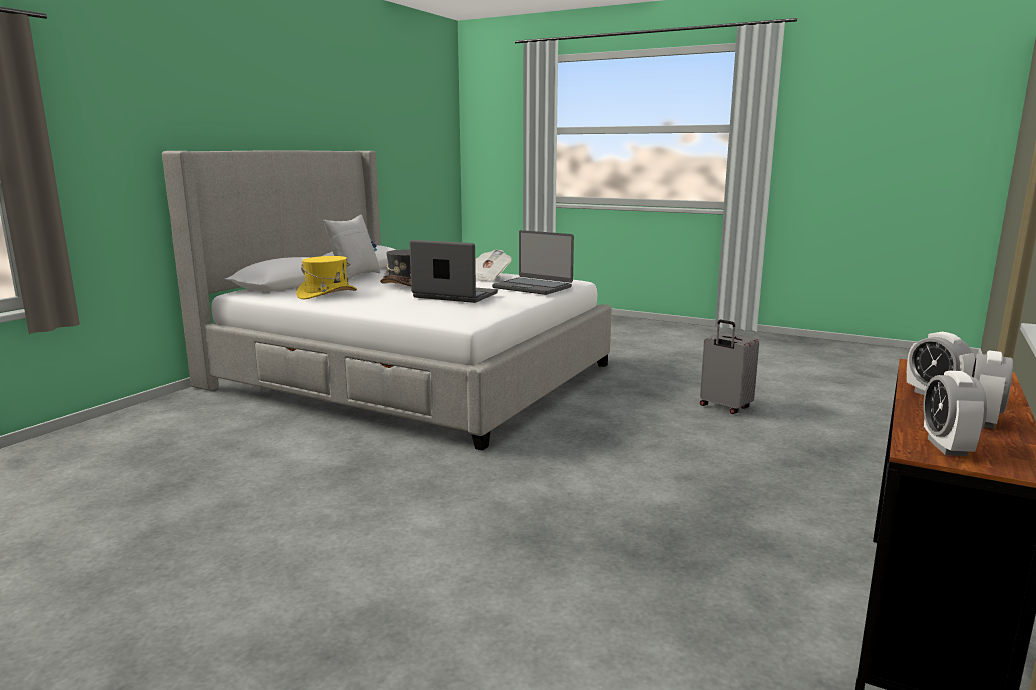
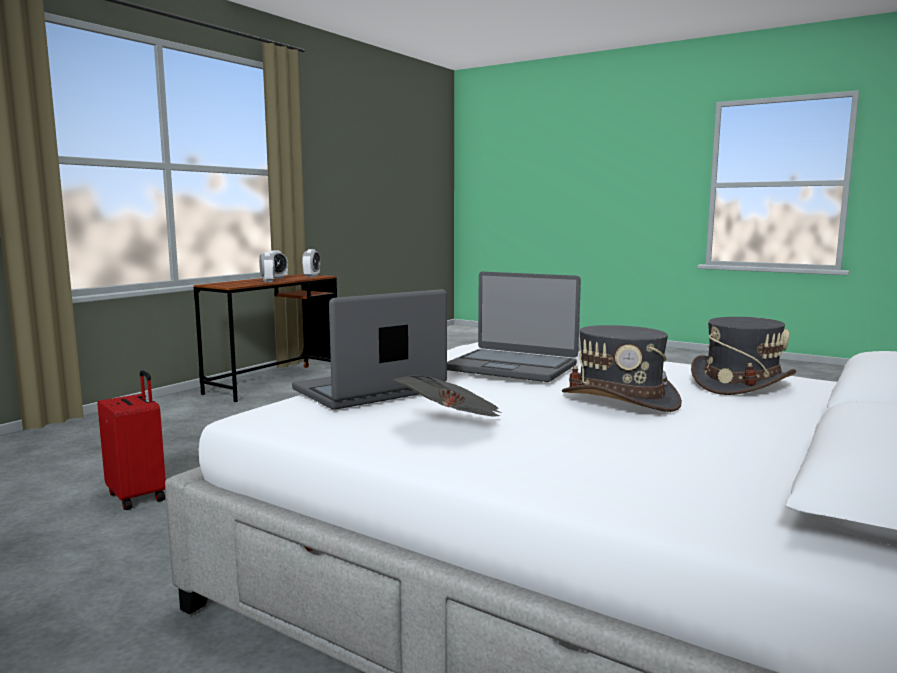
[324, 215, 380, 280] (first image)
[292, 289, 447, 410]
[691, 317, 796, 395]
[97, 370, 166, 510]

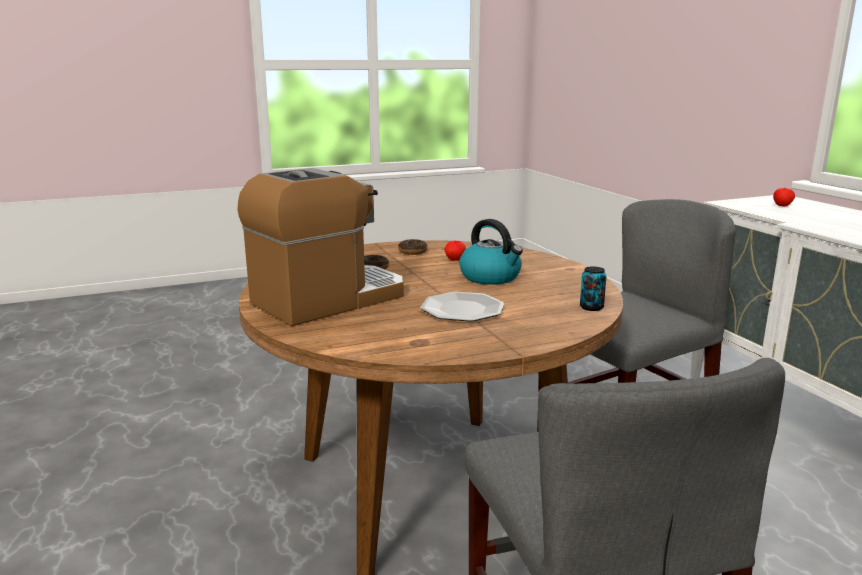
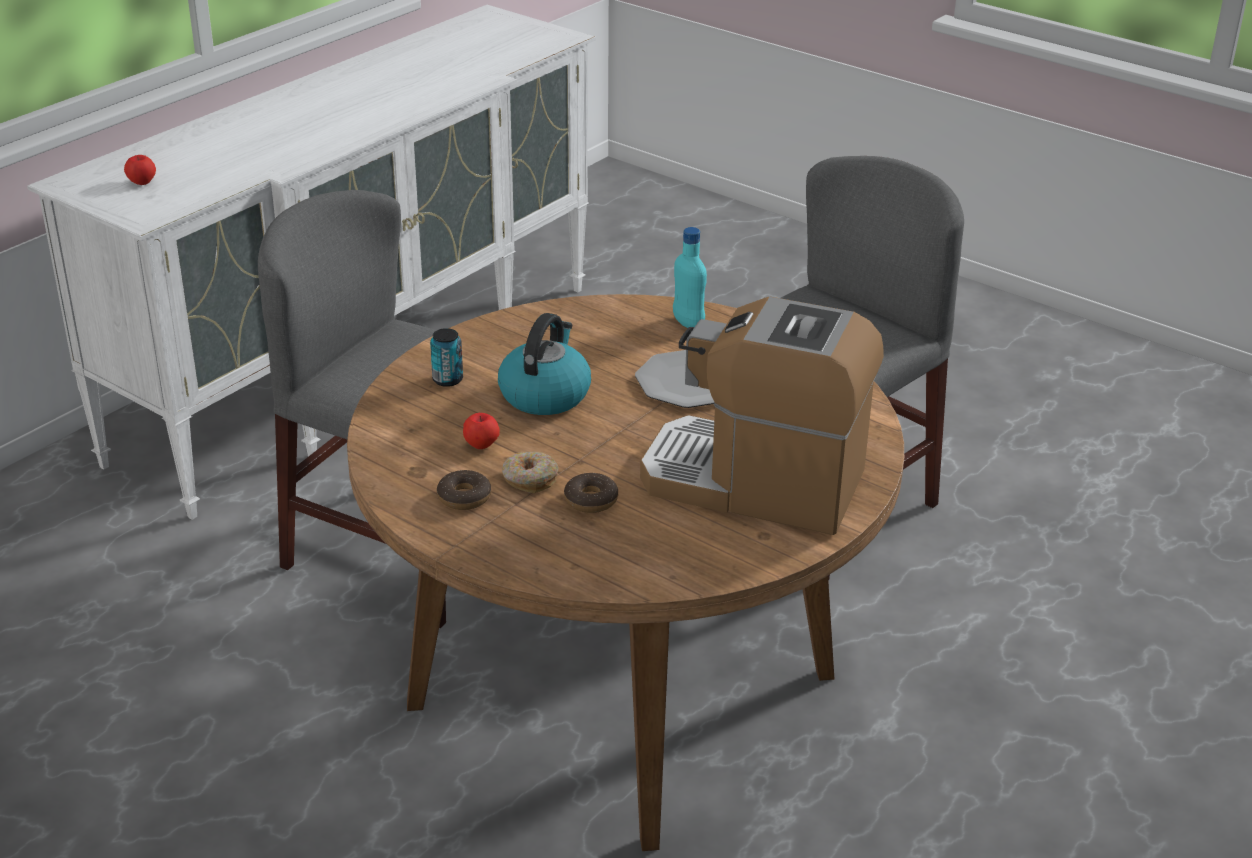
[430, 328, 463, 387]
[673, 227, 707, 328]
[502, 452, 559, 493]

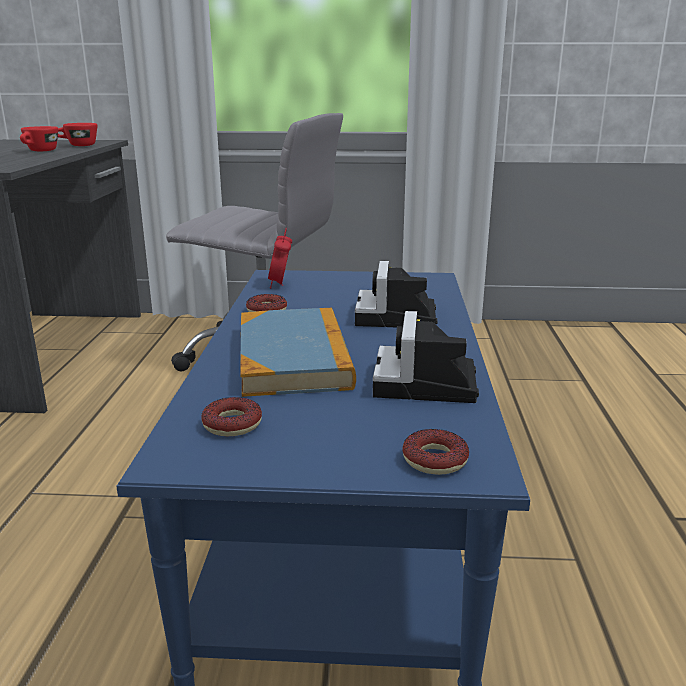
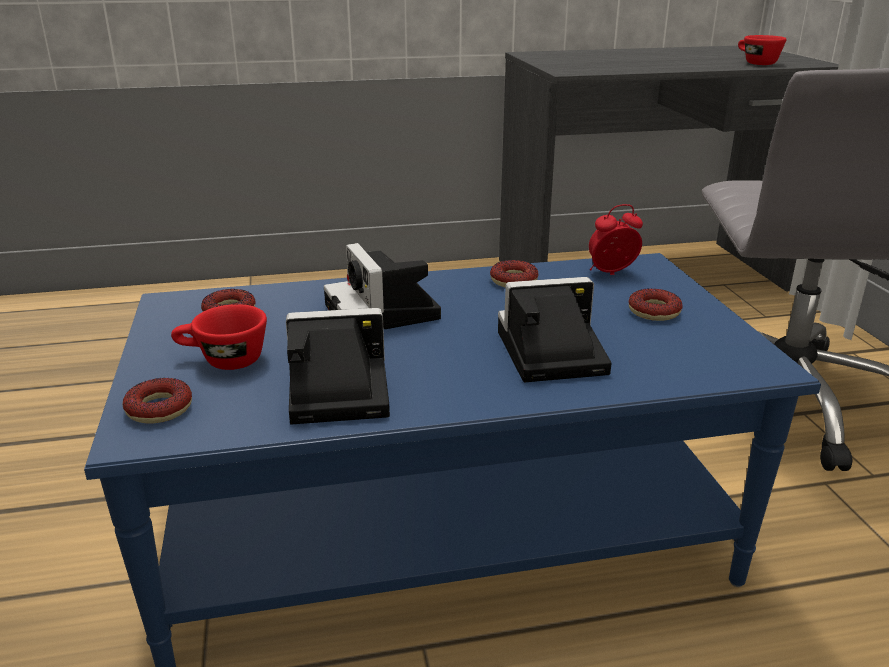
[171, 304, 267, 370]
[324, 243, 441, 329]
[629, 288, 683, 321]

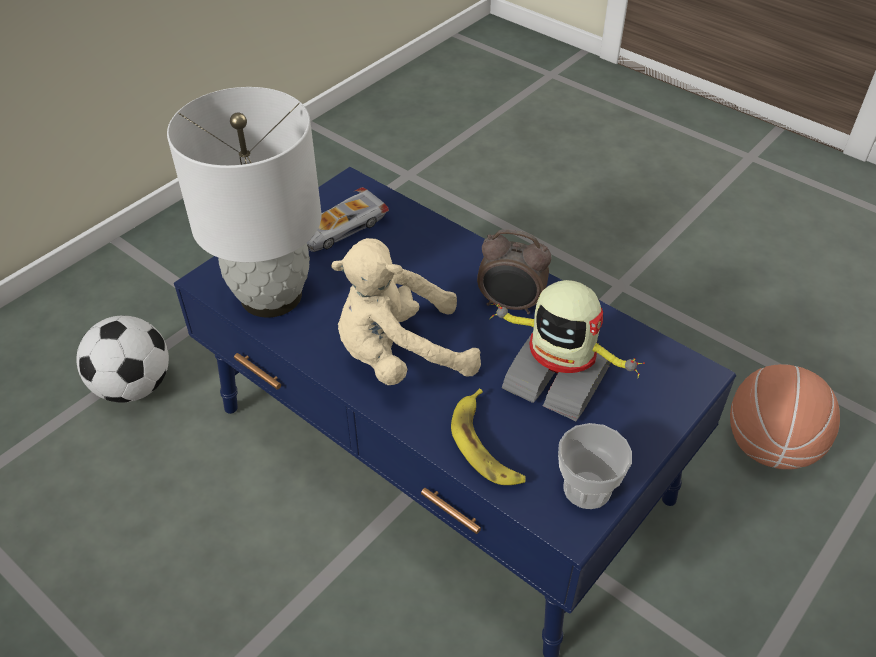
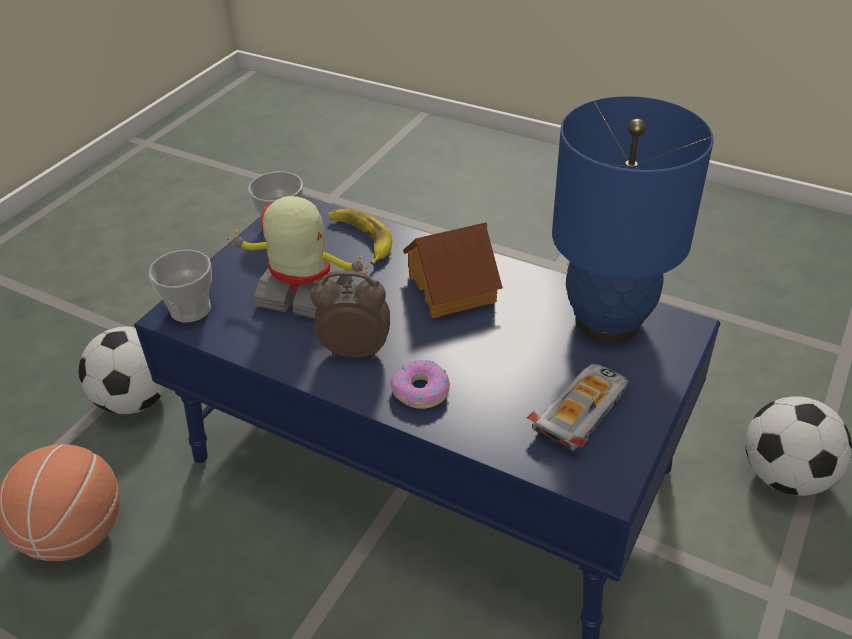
[552, 96, 714, 343]
[403, 222, 503, 318]
[148, 250, 212, 322]
[79, 326, 167, 414]
[390, 360, 450, 409]

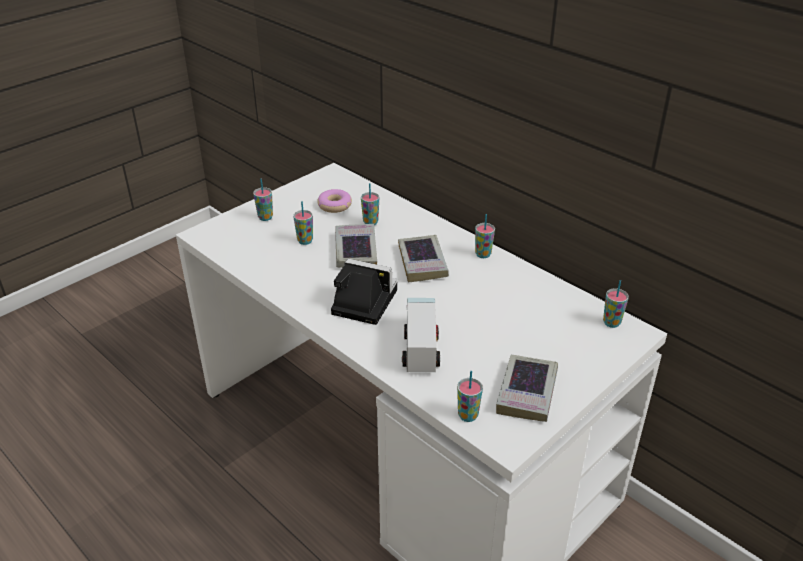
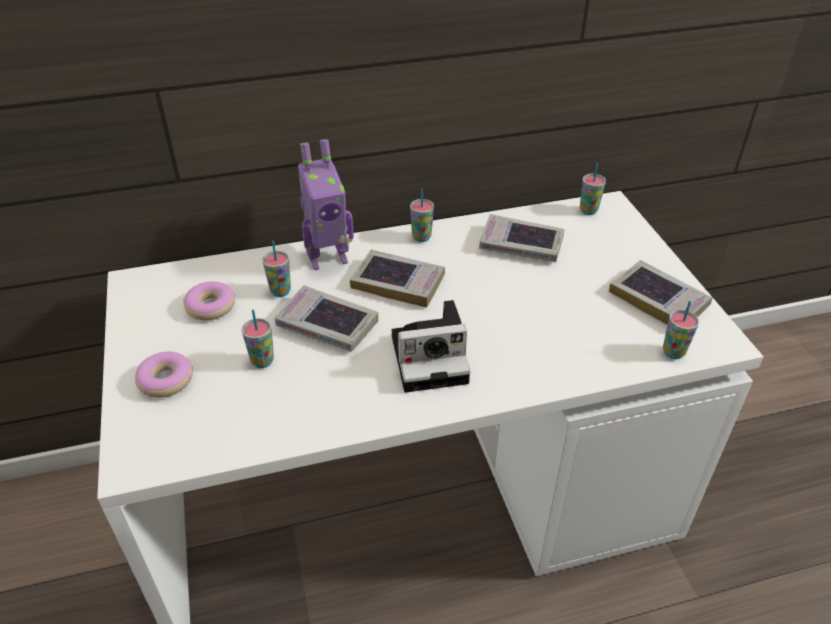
[135, 352, 193, 398]
[392, 300, 470, 393]
[402, 298, 441, 372] (first image)
[298, 139, 354, 270]
[479, 214, 565, 262]

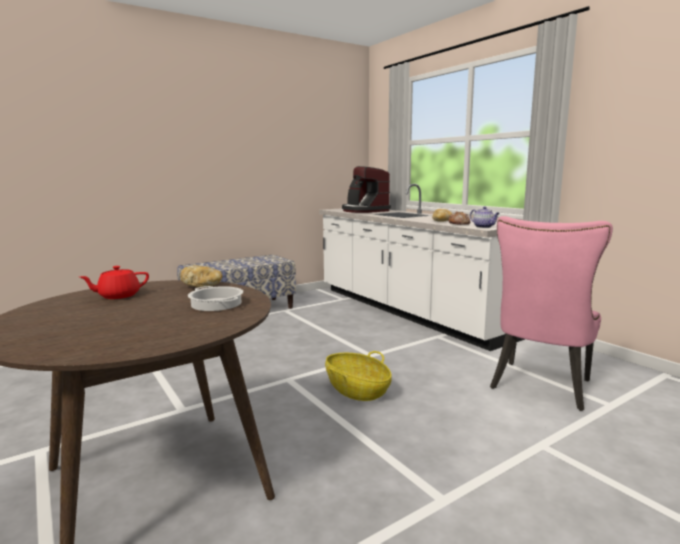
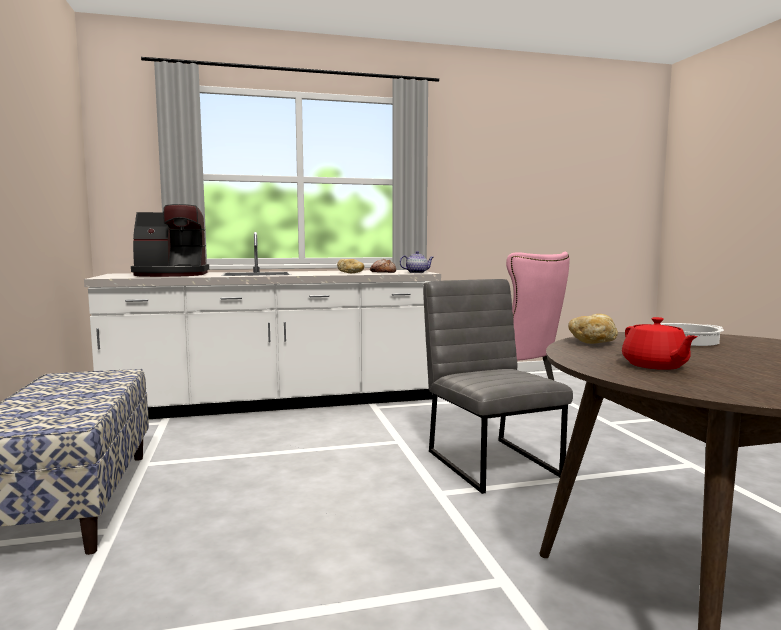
[423, 279, 573, 494]

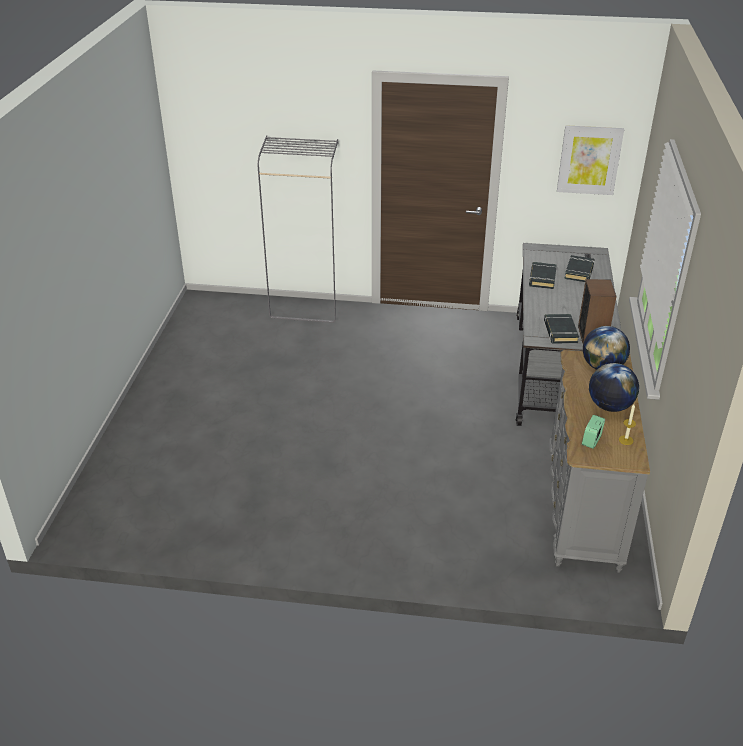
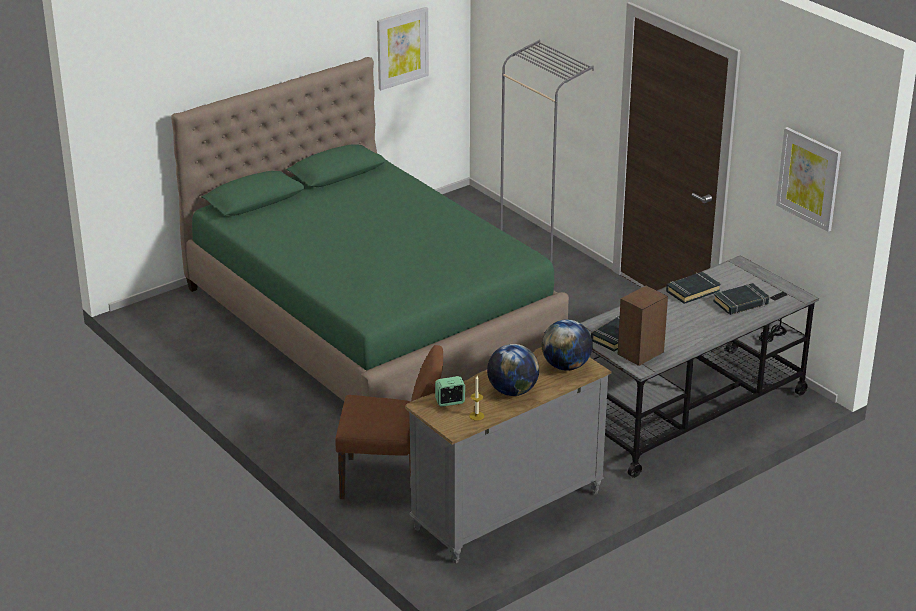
[377, 7, 429, 90]
[171, 57, 569, 402]
[335, 345, 443, 499]

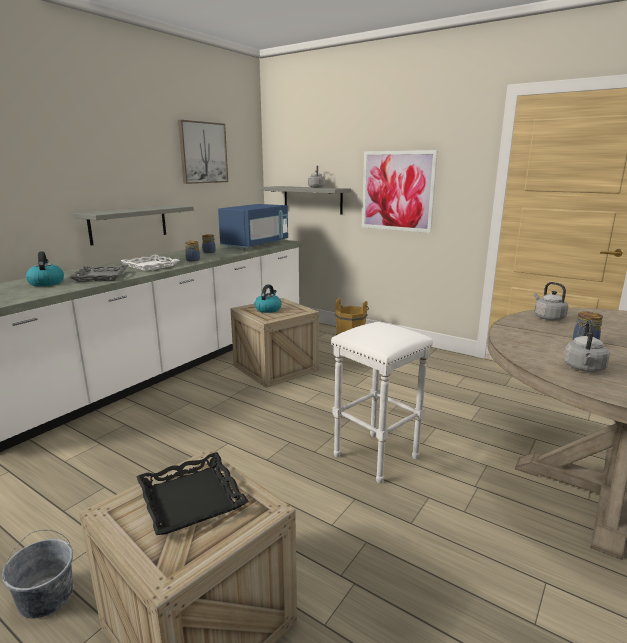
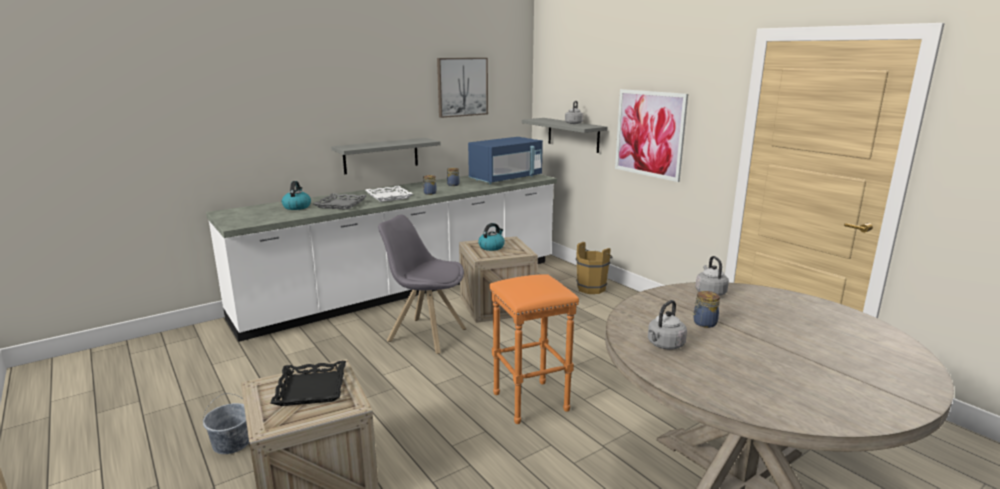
[489, 274, 579, 424]
[378, 214, 466, 354]

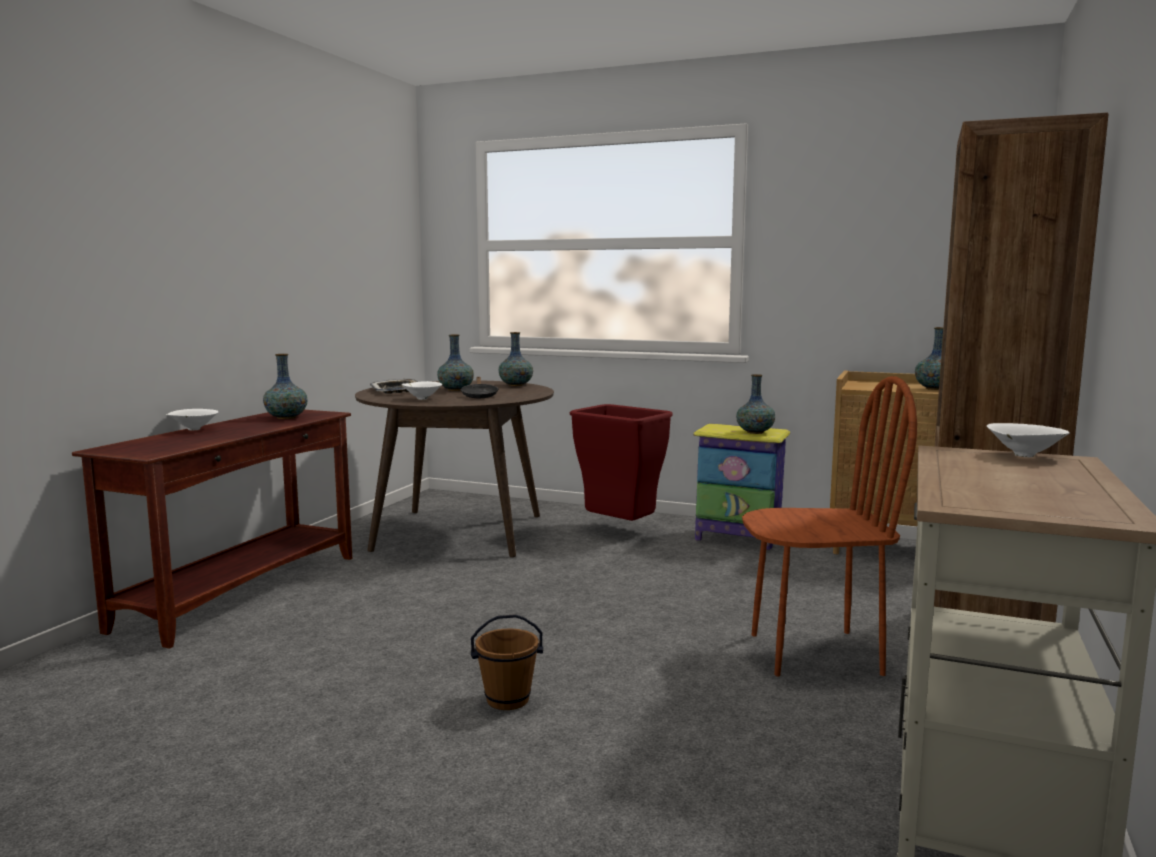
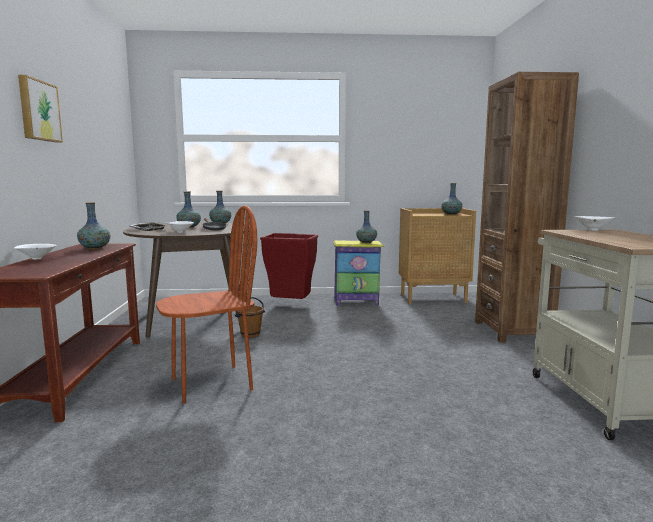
[156, 205, 257, 404]
[235, 297, 265, 338]
[18, 75, 63, 143]

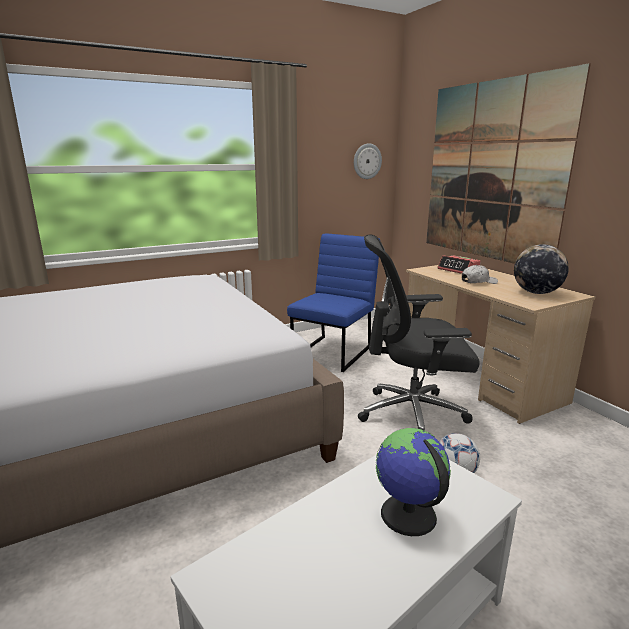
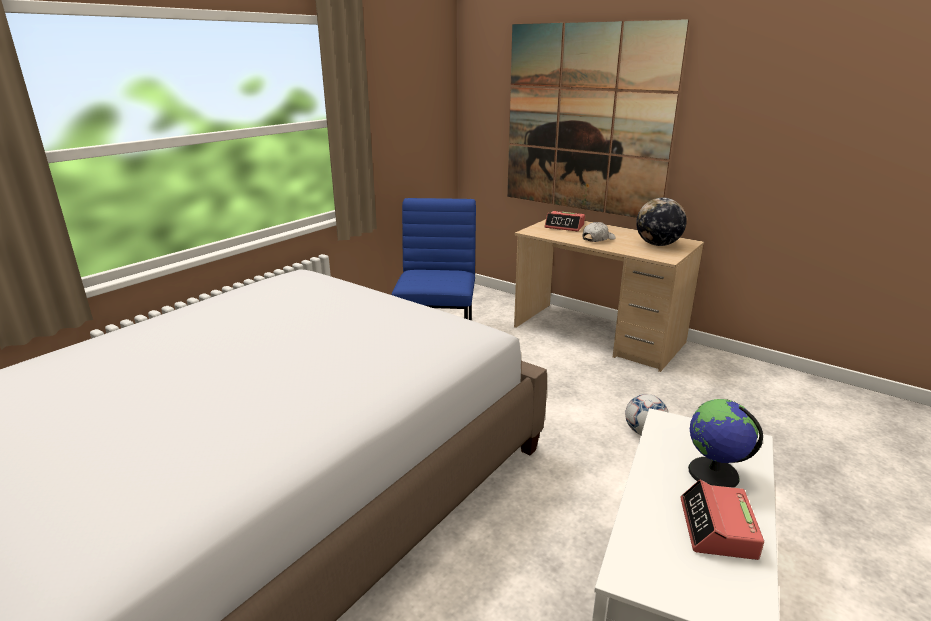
[354, 143, 382, 179] (first image)
[358, 235, 480, 430] (first image)
[680, 480, 764, 560]

